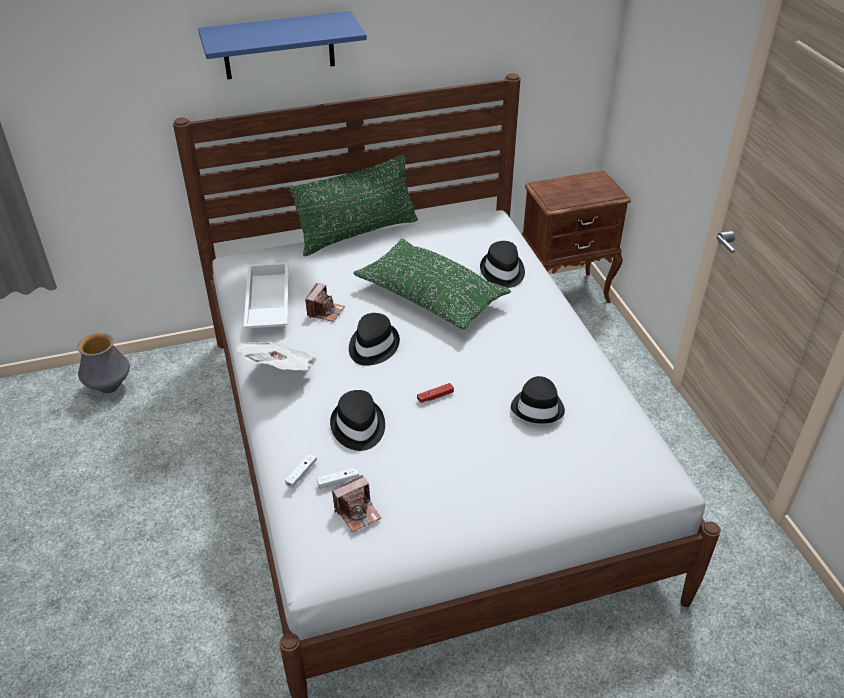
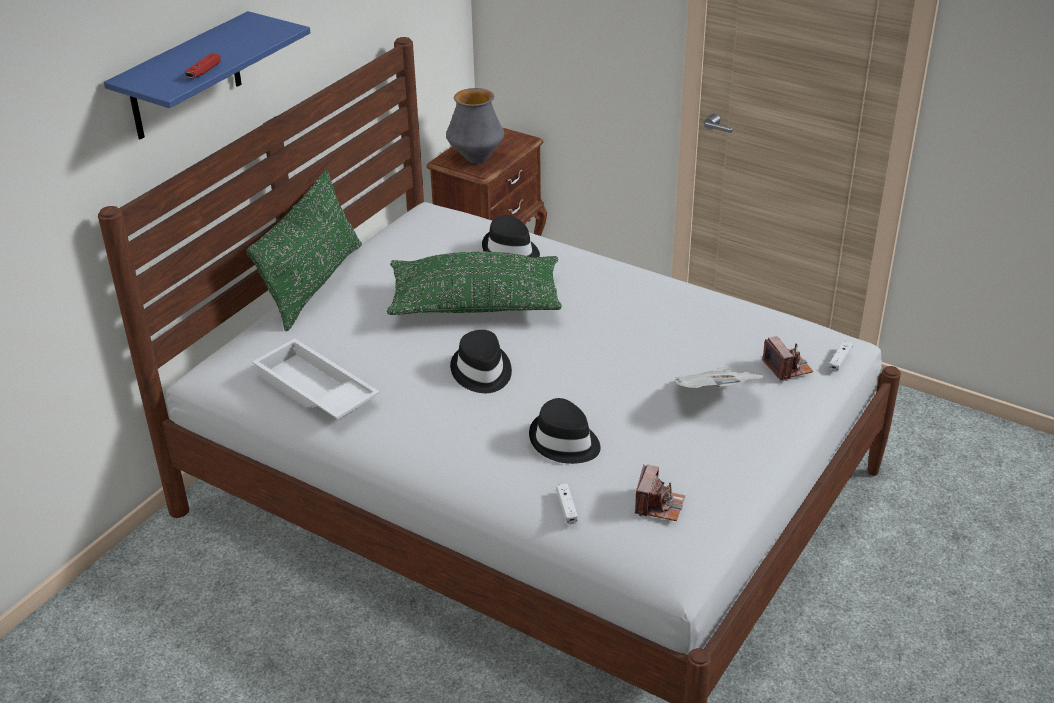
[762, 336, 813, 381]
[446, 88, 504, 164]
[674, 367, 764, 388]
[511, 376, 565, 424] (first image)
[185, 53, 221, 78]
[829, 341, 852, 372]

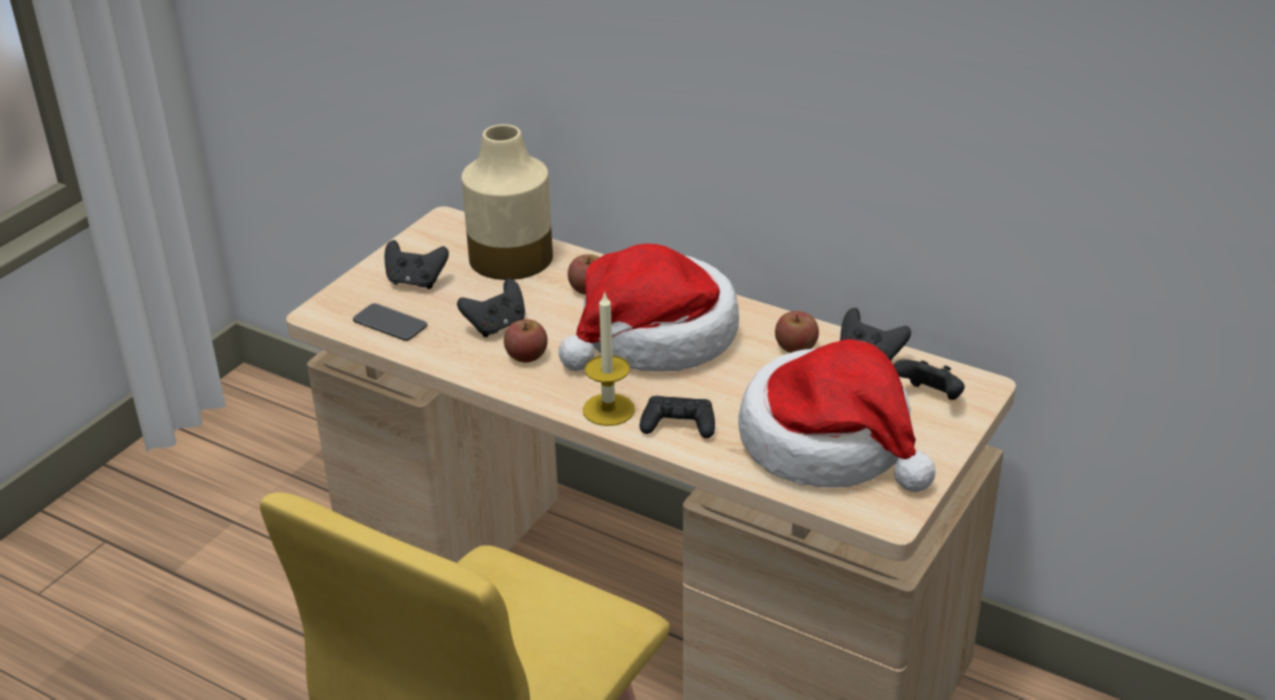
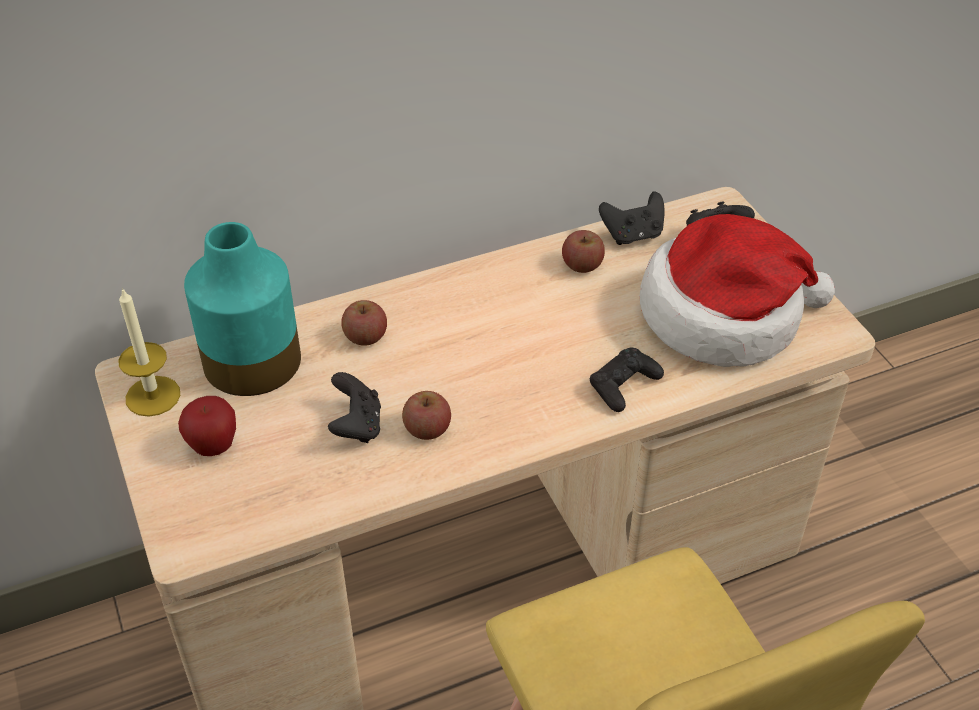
[184, 222, 301, 396]
[178, 396, 236, 456]
[559, 244, 739, 372] (first image)
[118, 287, 180, 417]
[353, 303, 427, 341] (first image)

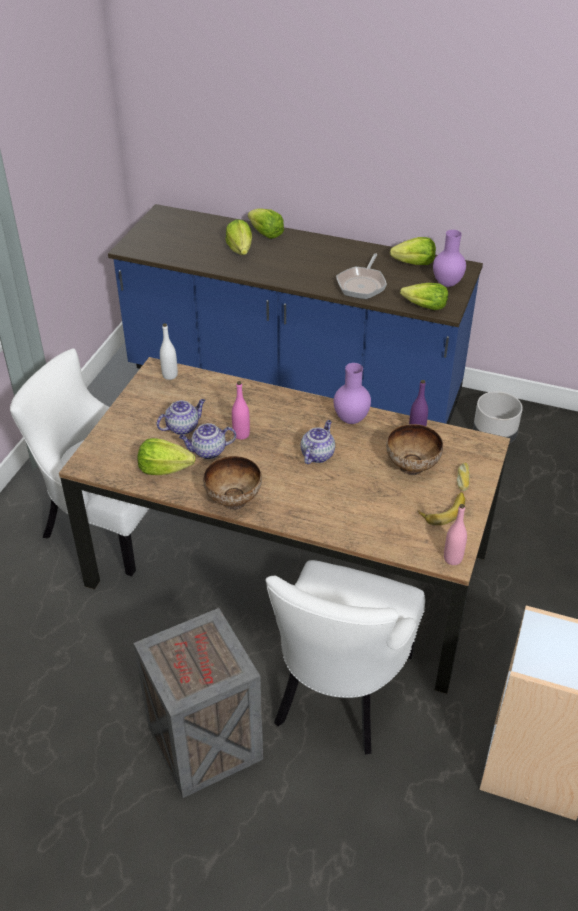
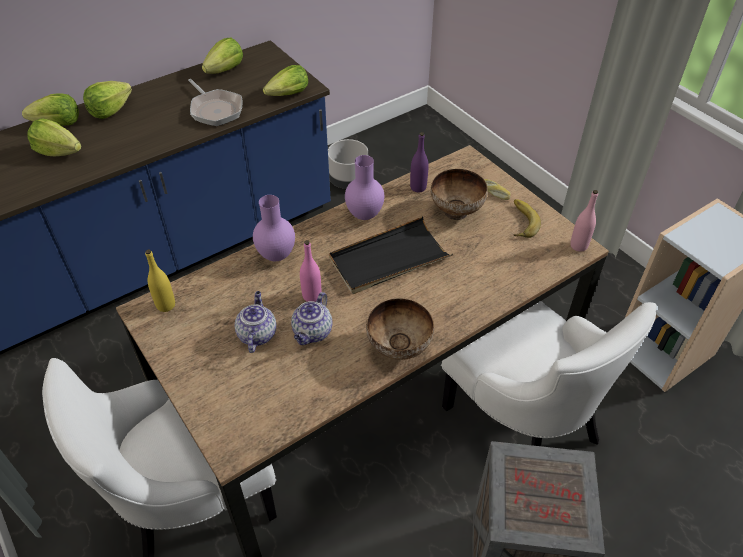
[253, 195, 295, 261]
[145, 249, 175, 312]
[329, 216, 453, 294]
[83, 81, 132, 119]

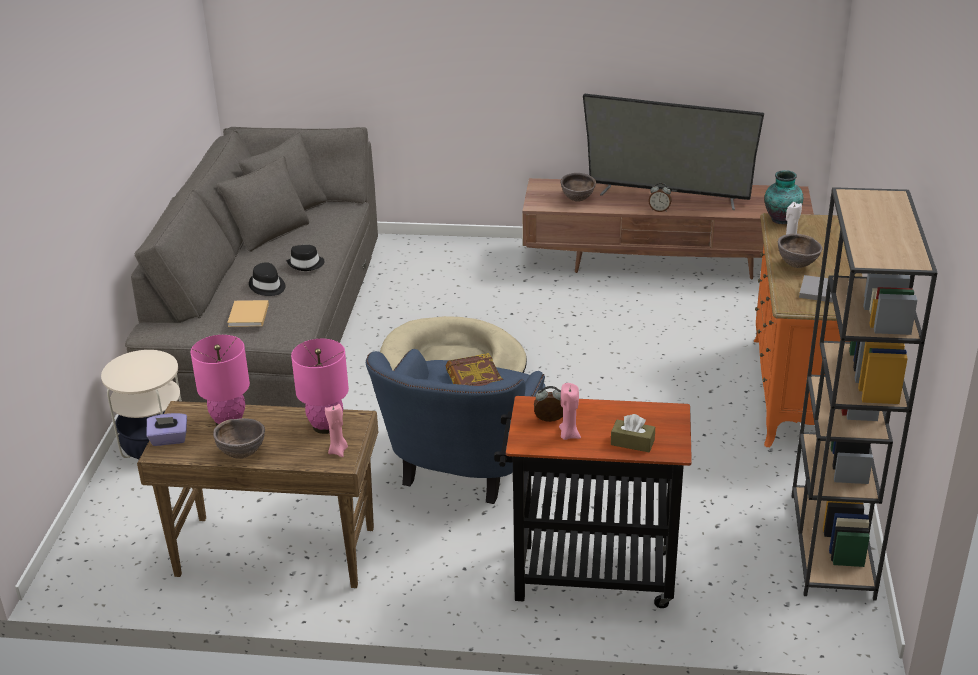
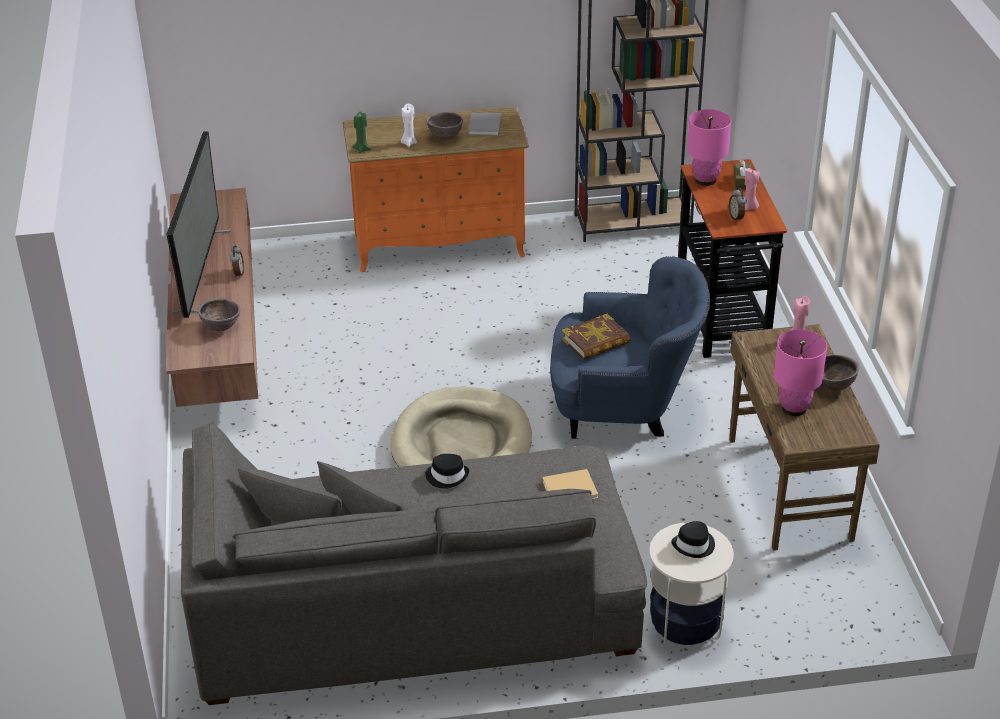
[352, 111, 372, 153]
[671, 521, 715, 558]
[687, 109, 731, 186]
[146, 413, 187, 446] (first image)

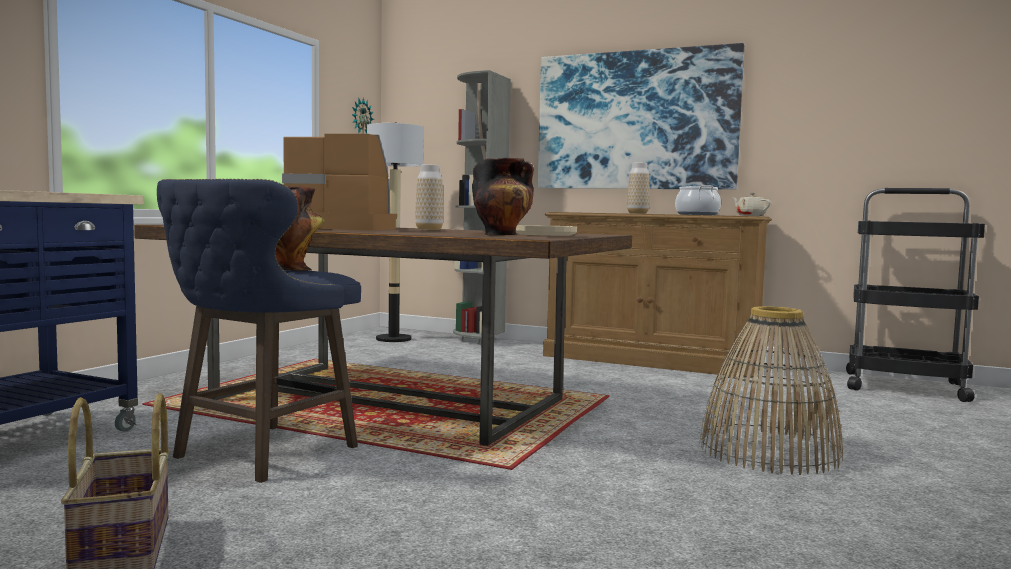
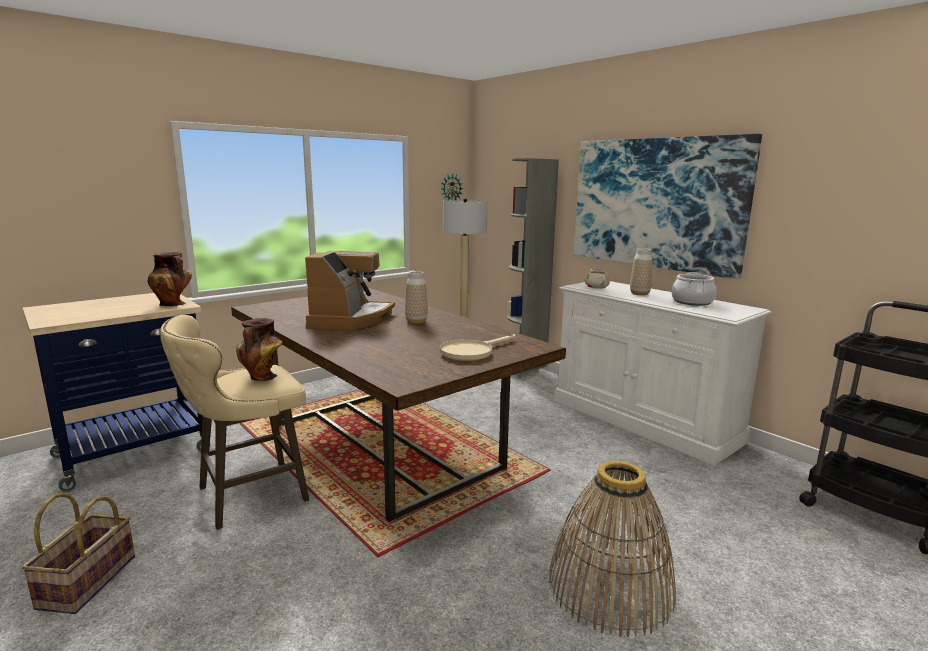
[305, 251, 395, 330]
[148, 252, 192, 306]
[160, 314, 309, 530]
[585, 268, 610, 289]
[554, 281, 771, 466]

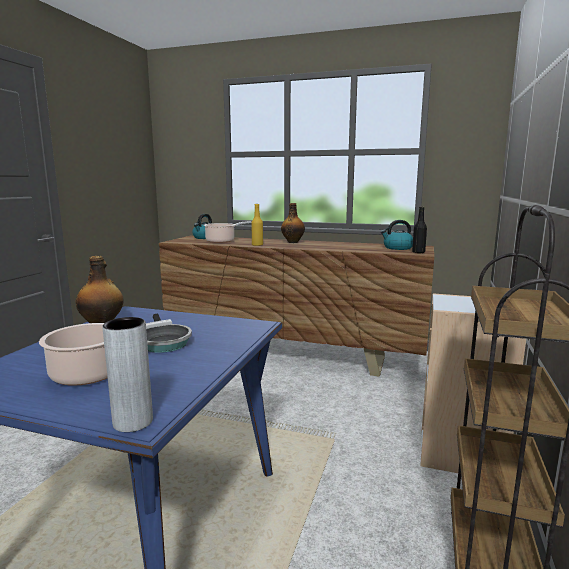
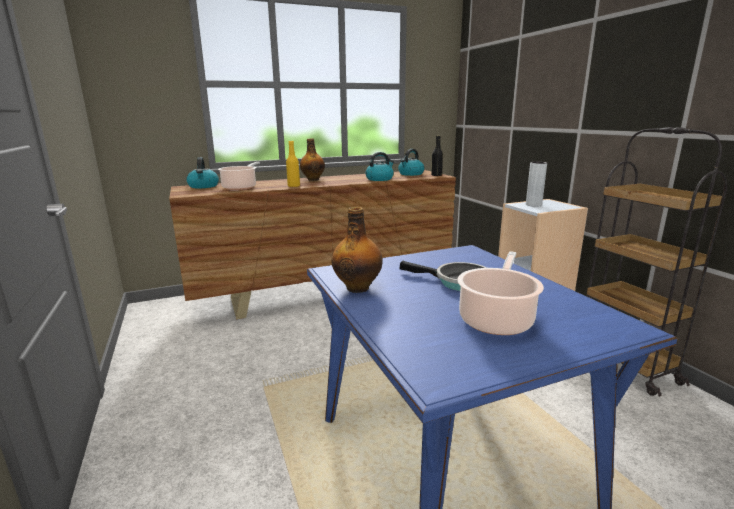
[526, 162, 547, 207]
[366, 152, 394, 181]

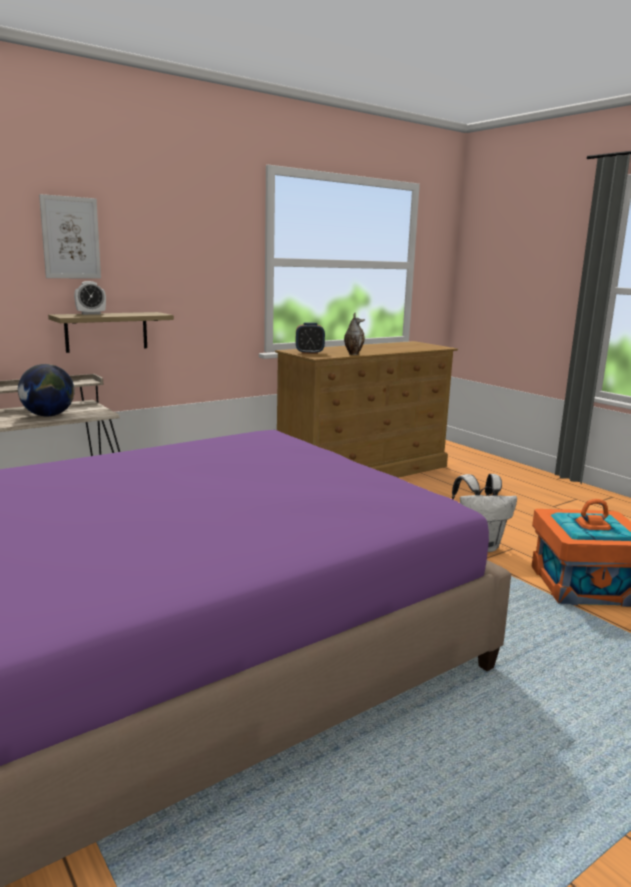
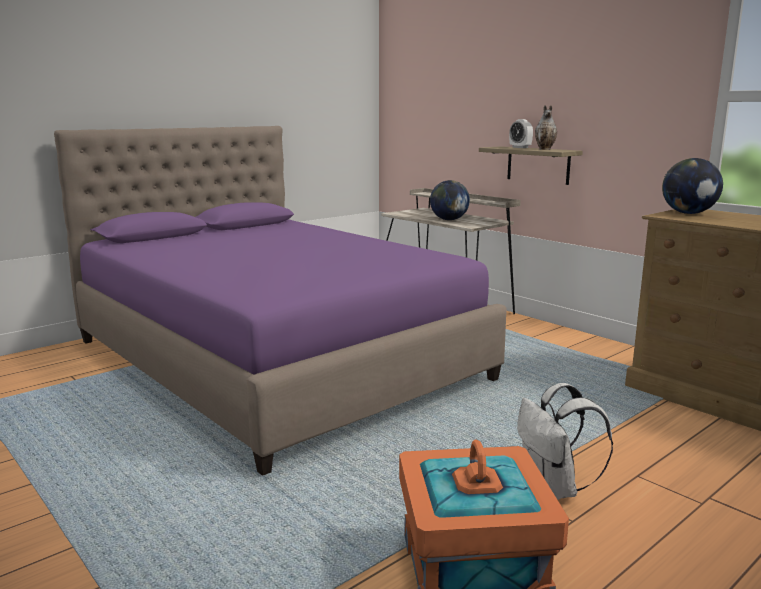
[39, 194, 101, 279] (first image)
[535, 105, 557, 150]
[662, 158, 723, 214]

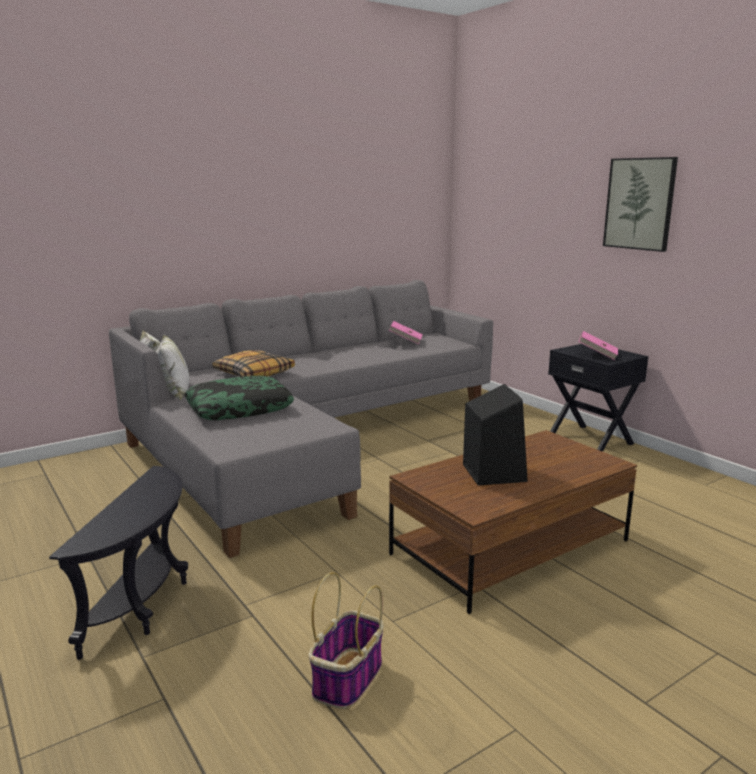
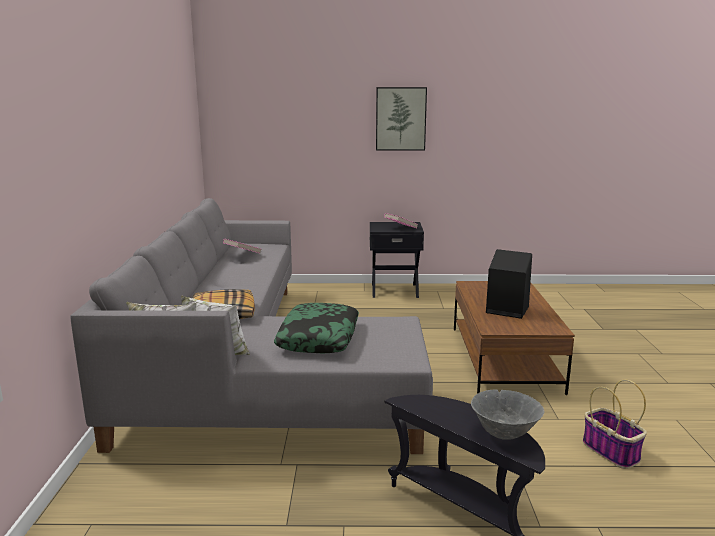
[471, 390, 544, 440]

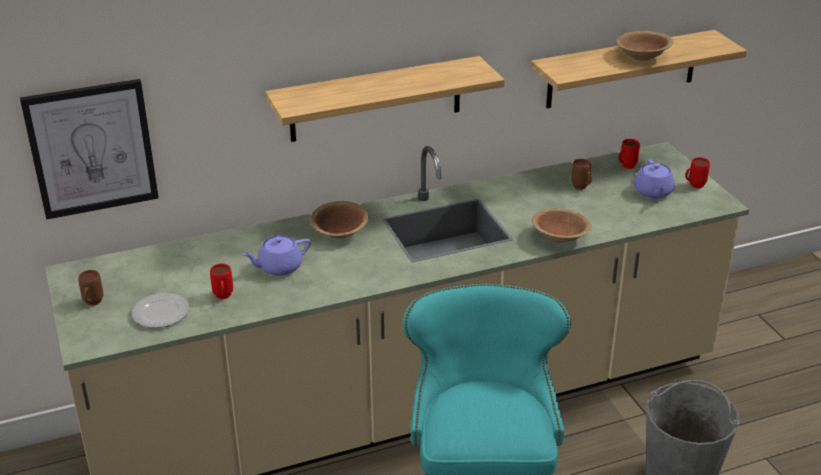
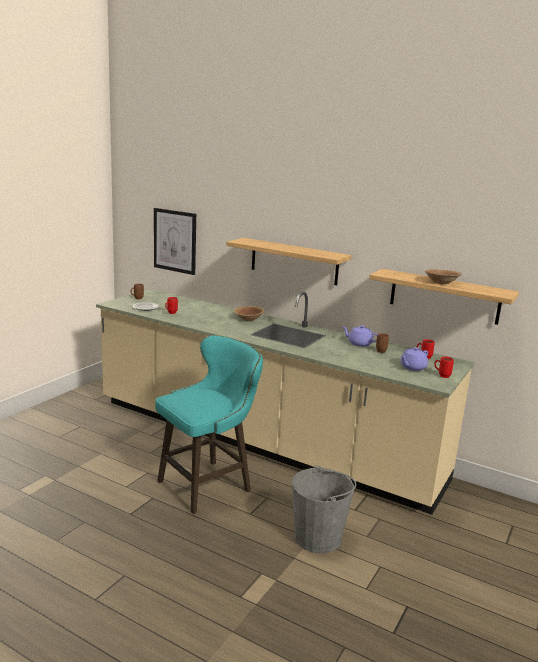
[532, 209, 591, 242] (first image)
[342, 325, 378, 347]

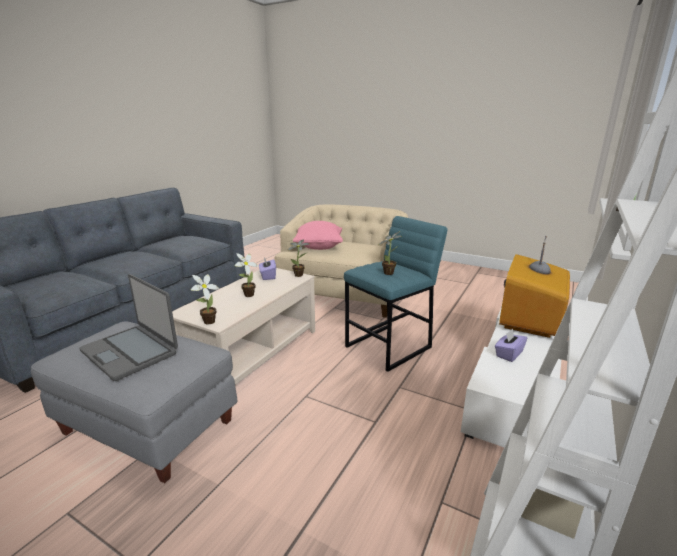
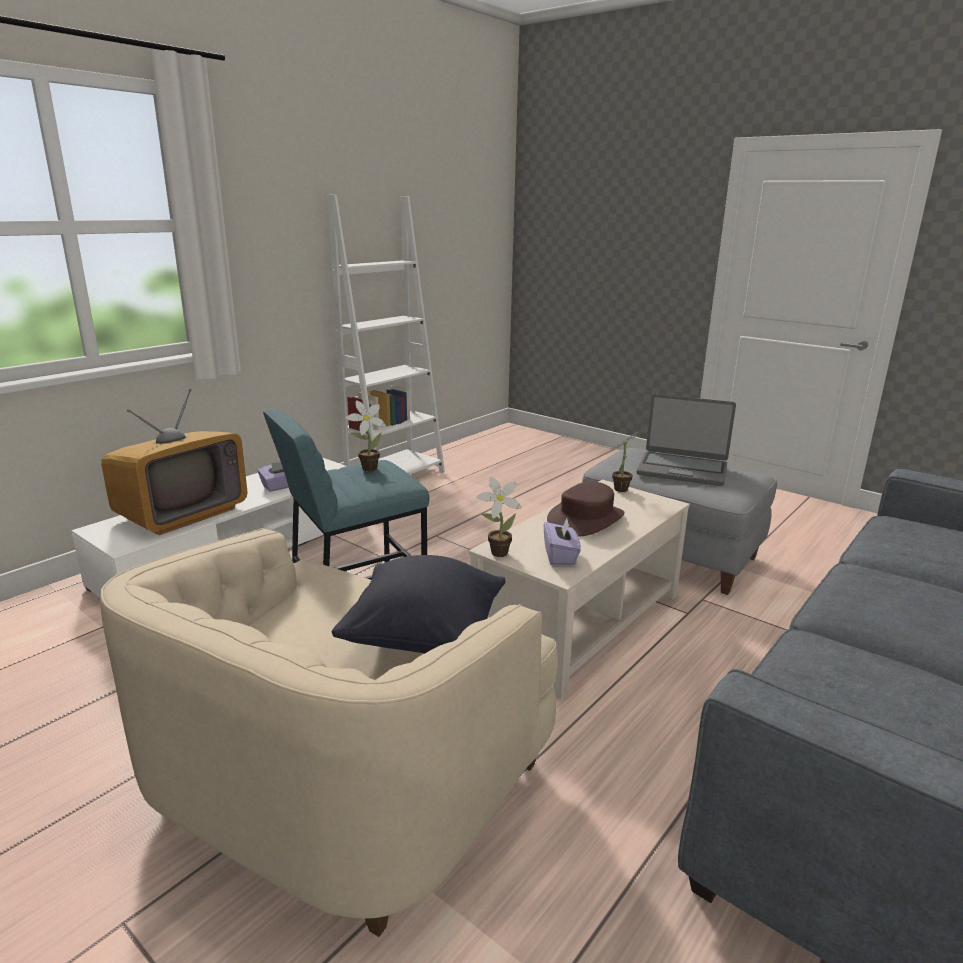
[332, 555, 506, 653]
[547, 481, 625, 537]
[637, 394, 736, 486]

